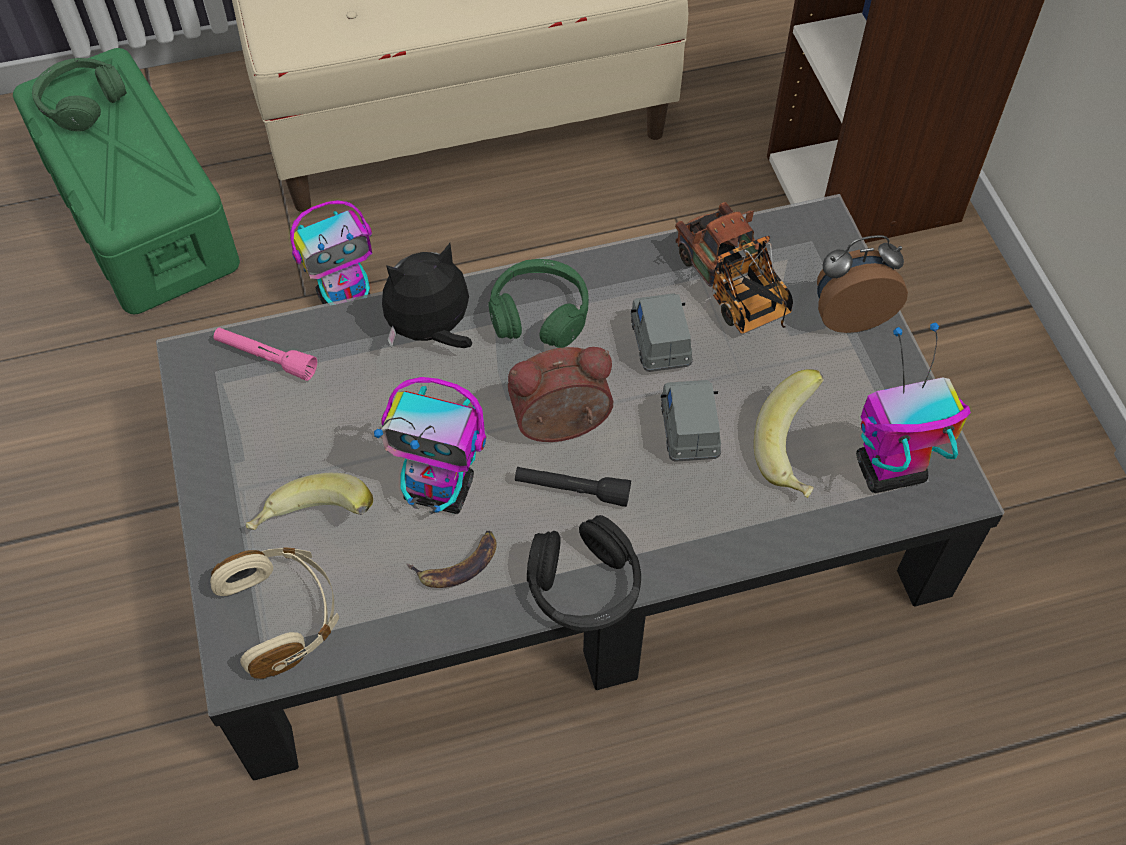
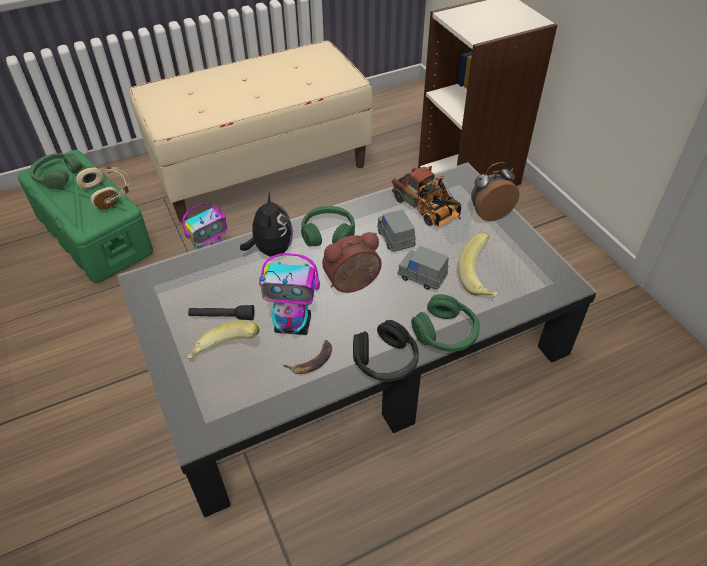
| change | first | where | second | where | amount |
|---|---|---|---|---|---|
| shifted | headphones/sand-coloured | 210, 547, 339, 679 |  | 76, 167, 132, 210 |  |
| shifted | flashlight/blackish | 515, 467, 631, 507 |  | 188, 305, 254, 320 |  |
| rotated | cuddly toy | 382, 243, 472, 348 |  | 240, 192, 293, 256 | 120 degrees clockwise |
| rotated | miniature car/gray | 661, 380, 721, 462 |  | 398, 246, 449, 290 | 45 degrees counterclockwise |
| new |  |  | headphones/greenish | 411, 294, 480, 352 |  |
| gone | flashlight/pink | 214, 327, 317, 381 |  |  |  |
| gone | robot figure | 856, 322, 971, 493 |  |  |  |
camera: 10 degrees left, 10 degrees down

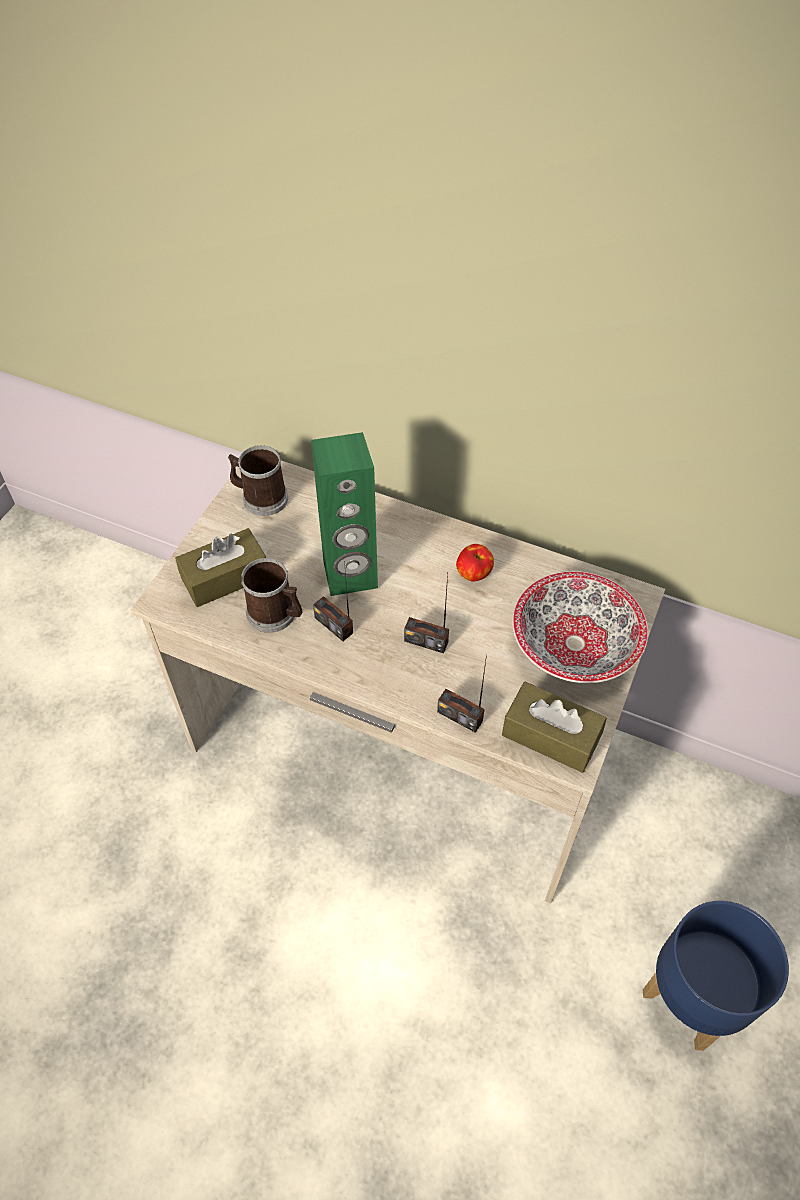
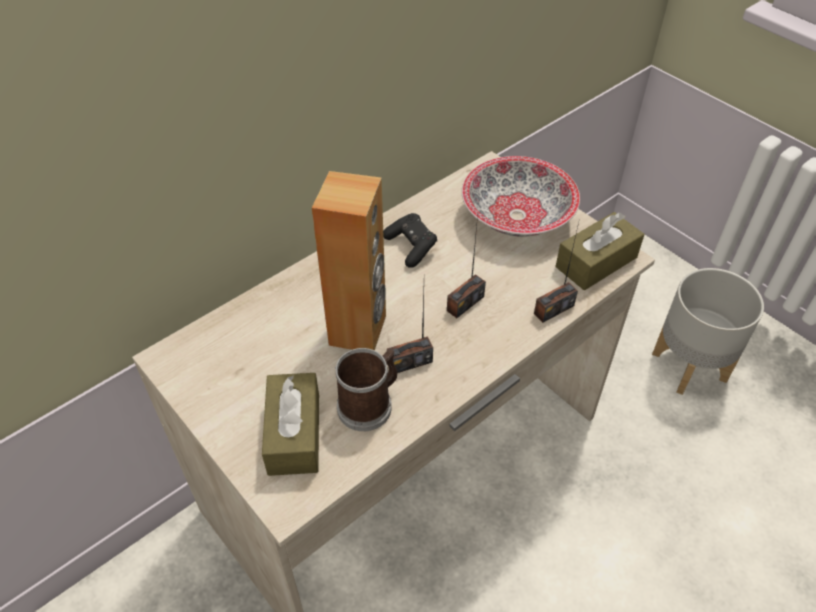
| change | first | where | second | where | amount |
|---|---|---|---|---|---|
| repainted | speaker/greenish | 311, 432, 378, 596 | speaker/brown-coloured | 312, 171, 386, 350 |  |
| swapped | whole apple | 456, 544, 494, 581 | game controller/blackish | 383, 213, 437, 268 |  |
| repainted | flower pot/blue | 643, 901, 789, 1051 | flower pot/gray | 652, 268, 764, 395 |  |
| gone | coffee mug | 228, 445, 288, 516 |  |  |  |
camera: 65 degrees left, 5 degrees down

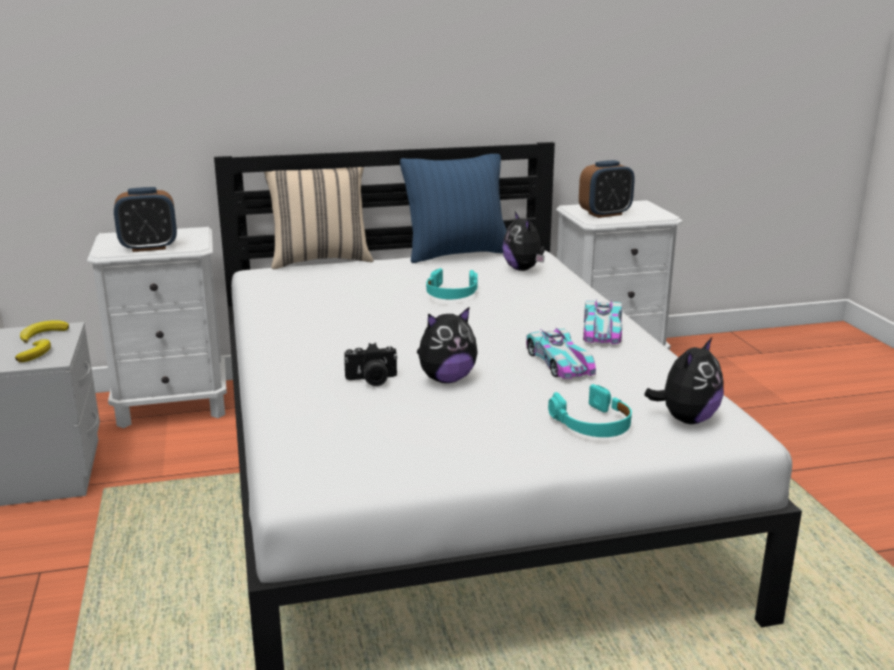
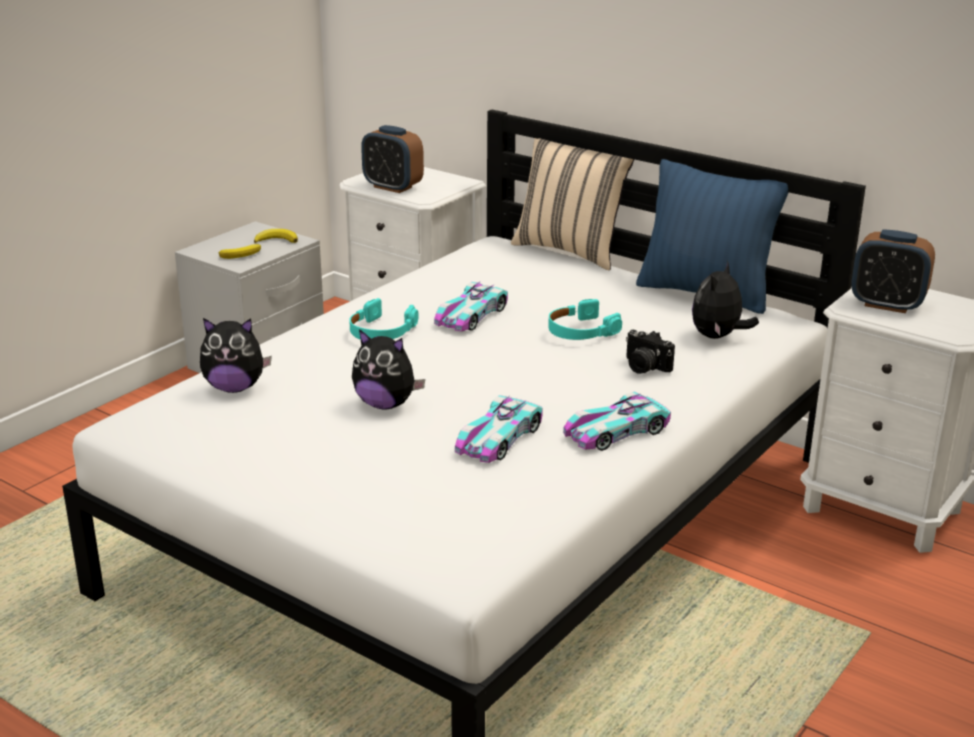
| change | first | where | second | where | amount |
|---|---|---|---|---|---|
| shifted | cuddly toy | 644, 337, 724, 424 |  | 200, 318, 272, 393 |  |
| shifted | headphones/blue-green | 548, 384, 632, 437 |  | 349, 298, 418, 340 |  |
| new |  |  | miniature car | 434, 281, 508, 331 |  |
| shifted | still camera | 344, 343, 398, 386 |  | 626, 330, 675, 374 |  |
camera: 50 degrees right, 5 degrees up

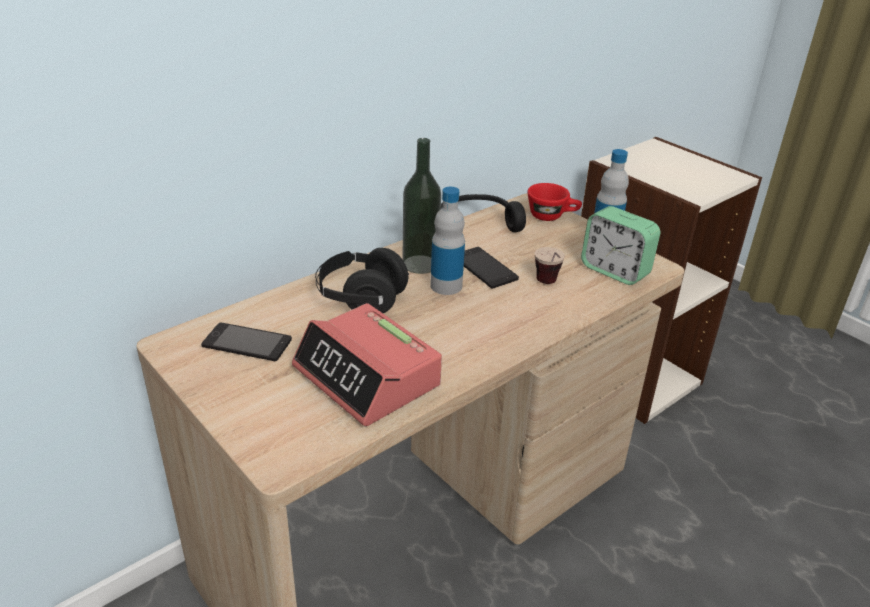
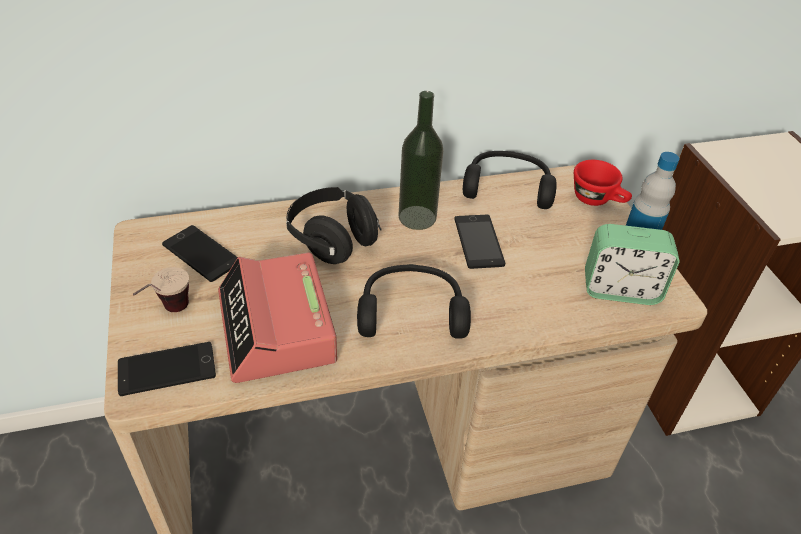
| change | first | where | second | where | amount |
|---|---|---|---|---|---|
| new |  |  | telephone | 118, 342, 216, 396 |  |
| shifted | small cup | 535, 247, 565, 284 |  | 133, 267, 189, 312 |  |
| new |  |  | headphones/blackish | 357, 264, 471, 339 |  |
| rotated | bedside clock | 581, 206, 660, 285 |  | 585, 224, 679, 305 | 60 degrees counterclockwise |
| gone | beverage bottle | 430, 187, 465, 295 |  |  |  |
camera: 25 degrees right, 10 degrees up

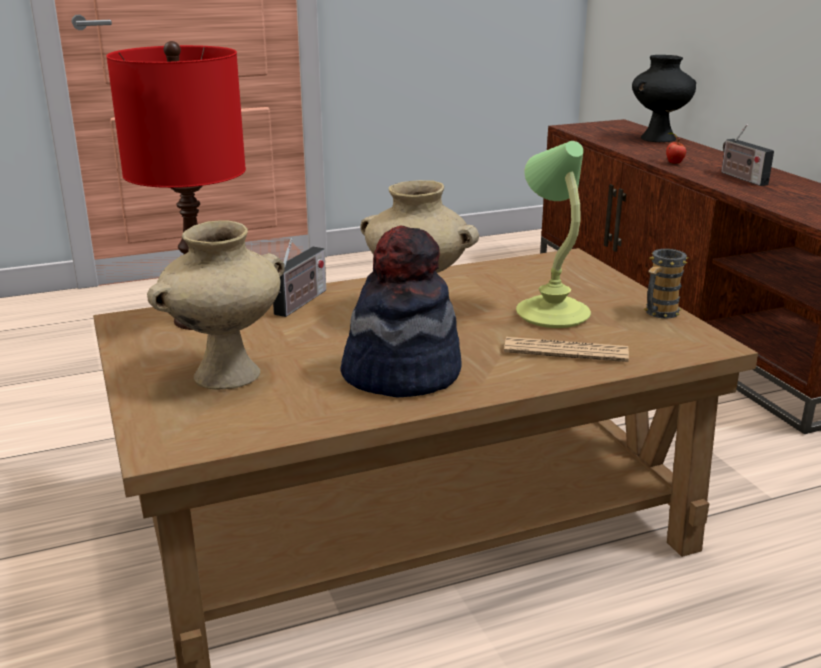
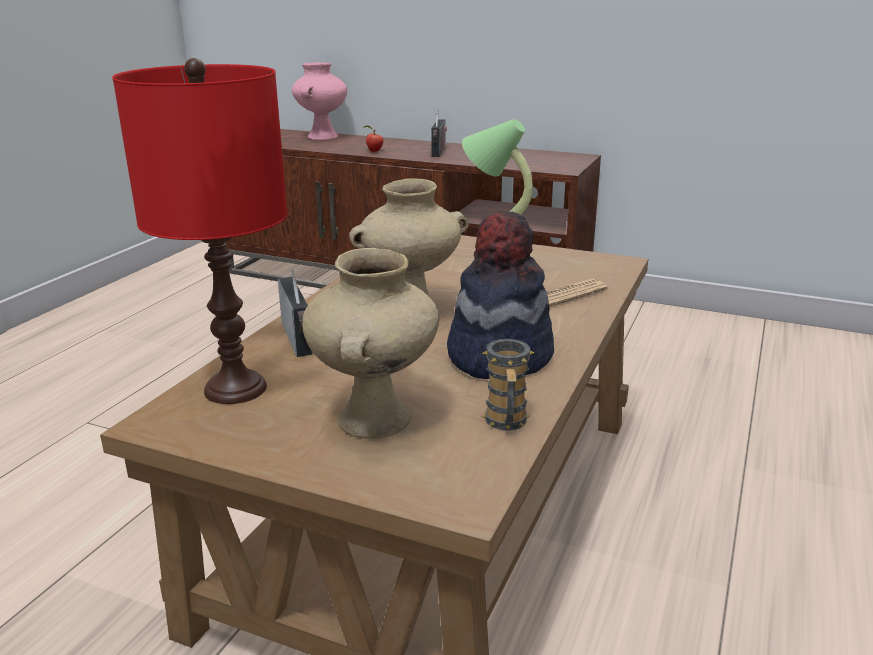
| change | first | where | second | where | amount |
|---|---|---|---|---|---|
| repainted | vase/blackish | 632, 55, 696, 142 | vase/pink | 292, 62, 347, 140 |  |
| rotated | radio set | 721, 124, 774, 186 |  | 431, 109, 447, 157 | 105 degrees counterclockwise |
| shifted | coffee mug | 643, 249, 688, 319 |  | 481, 339, 535, 431 |  |
camera: 45 degrees left, 0 degrees up

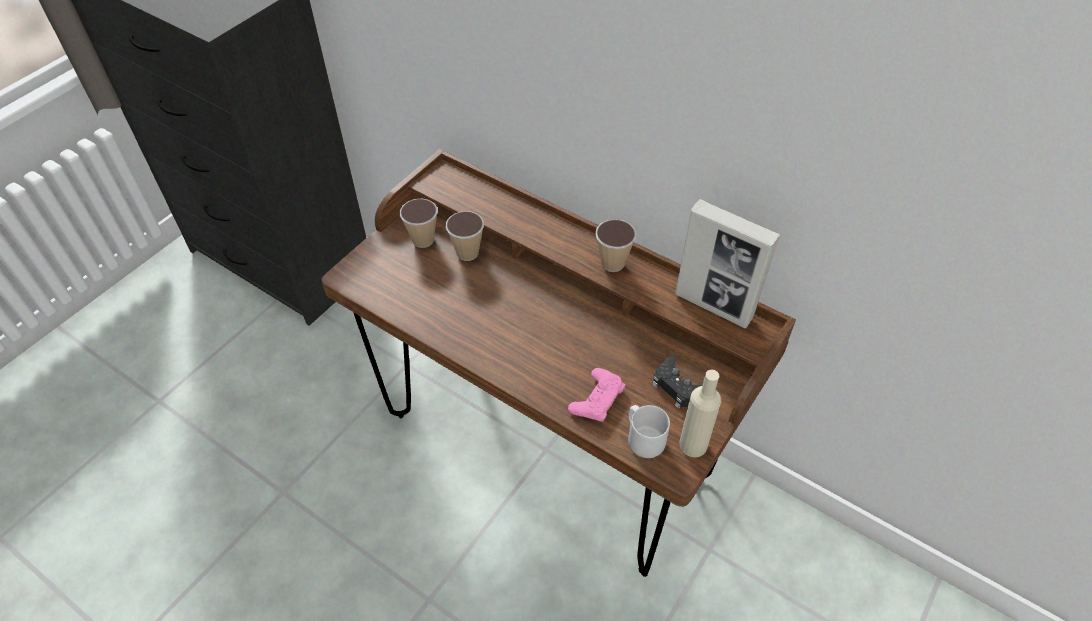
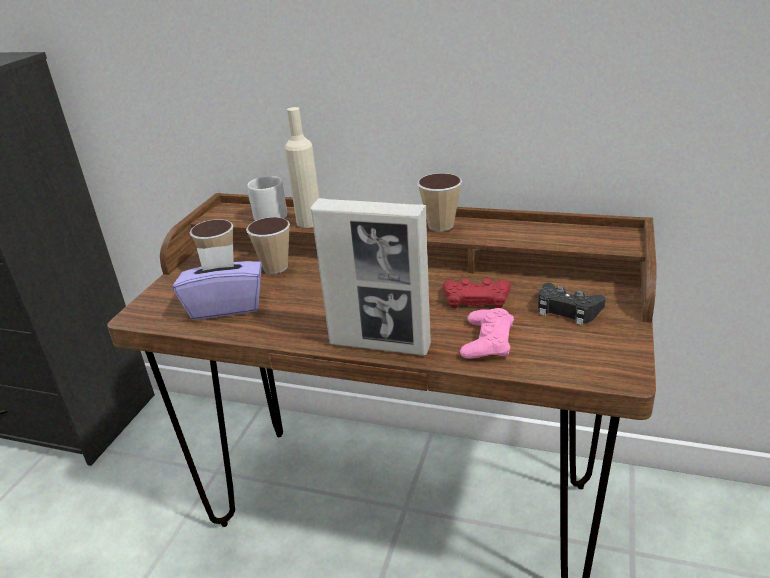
| change | first | where | second | where | amount |
|---|---|---|---|---|---|
| new |  |  | tissue holder/purple-coloured | 173, 245, 262, 320 |  |
| shifted | coffee mug/gray | 628, 405, 670, 458 |  | 247, 176, 287, 221 |  |
| shifted | beverage bottle/sand-coloured | 679, 370, 721, 457 |  | 285, 107, 319, 228 |  |
| shifted | picture frame | 675, 199, 780, 328 |  | 311, 198, 431, 356 |  |
| new |  |  | game controller/red | 443, 279, 511, 308 |  |
camera: 15 degrees left, 20 degrees down

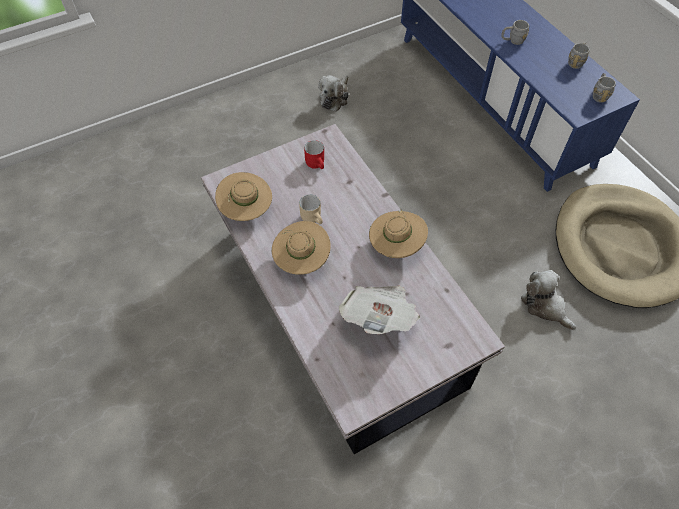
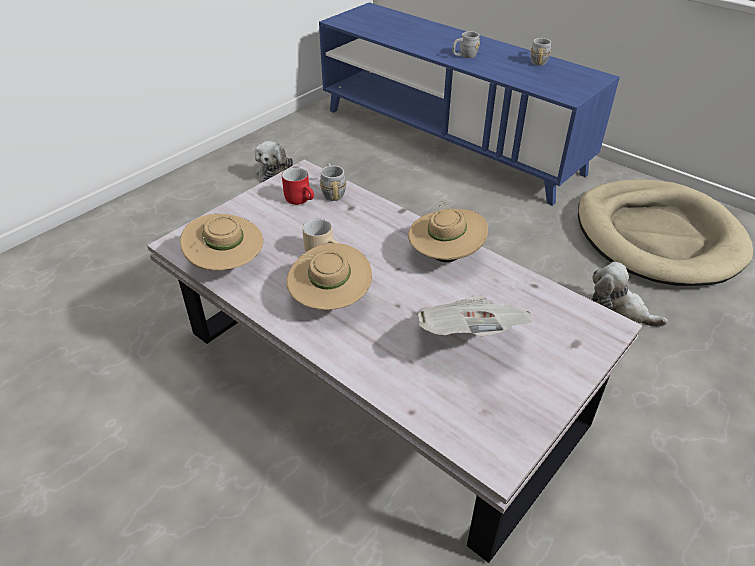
| change | first | where | second | where | amount |
|---|---|---|---|---|---|
| shifted | coffee mug/gray | 593, 73, 616, 103 |  | 320, 163, 346, 201 |  |
camera: 20 degrees left, 15 degrees down

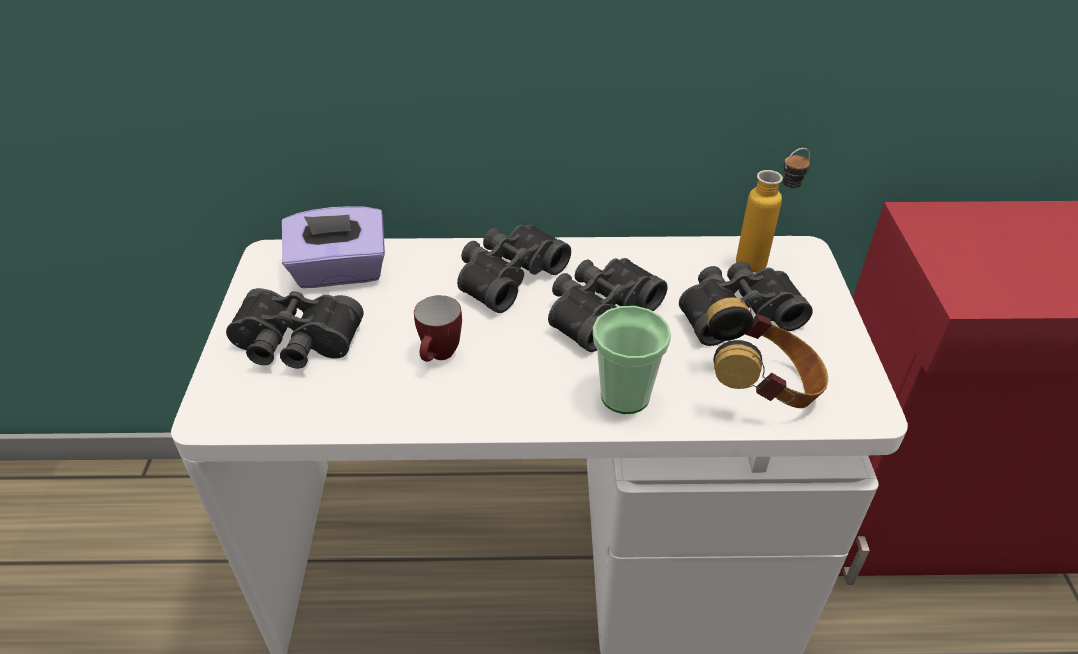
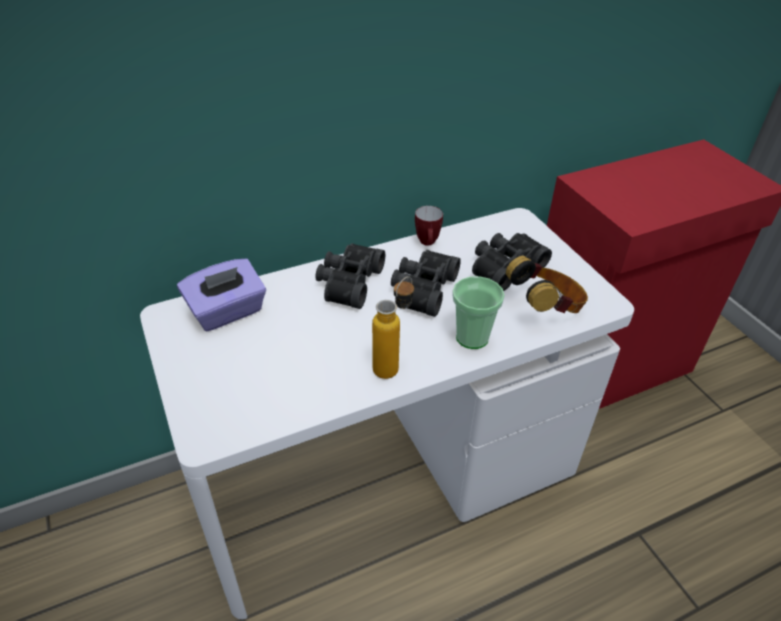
| change | first | where | second | where | amount |
|---|---|---|---|---|---|
| shifted | beverage bottle | 736, 148, 810, 272 |  | 372, 276, 414, 379 |  |
| shifted | coffee mug | 414, 295, 462, 362 |  | 415, 206, 443, 246 |  |
| gone | pair of binoculars/blackish | 226, 288, 364, 369 |  |  |  |
camera: 25 degrees left, 0 degrees up

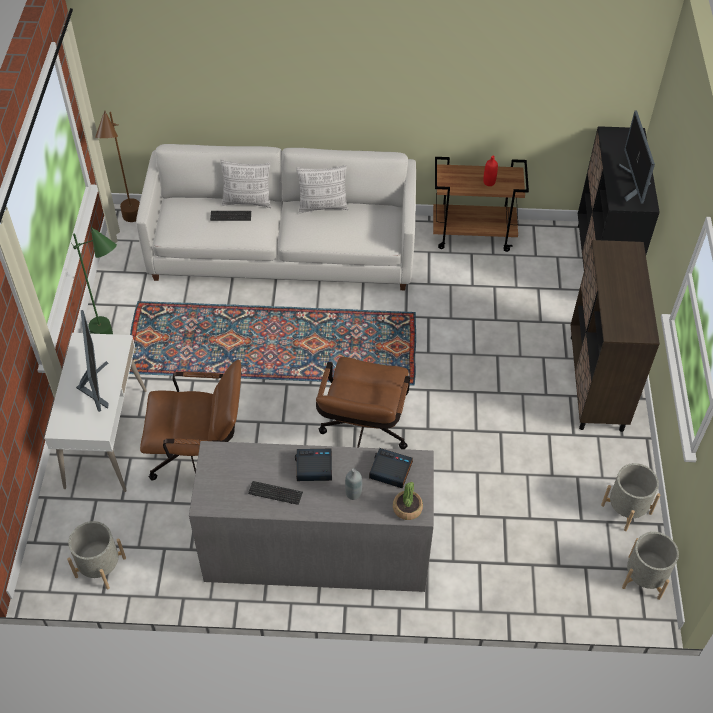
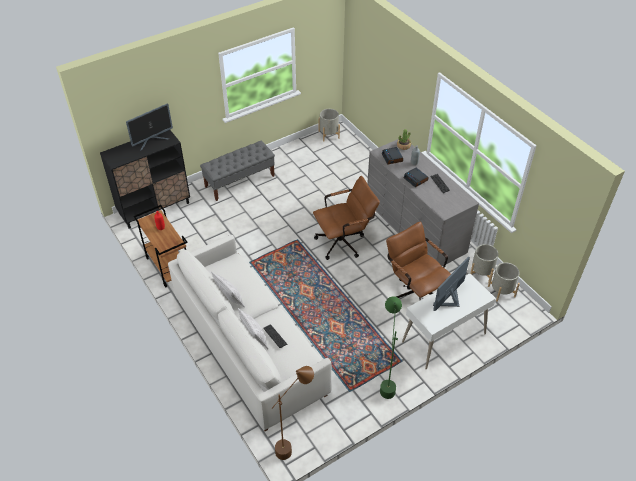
| change | first | where | second | where | amount |
|---|---|---|---|---|---|
| swapped | cabinet/brown-coloured | 570, 240, 660, 432 | bench/gray | 200, 141, 275, 201 |  |
| shifted | flower pot/gray | 601, 463, 660, 531 |  | 470, 244, 498, 283 |  |
camera: 125 degrees left, 5 degrees down

